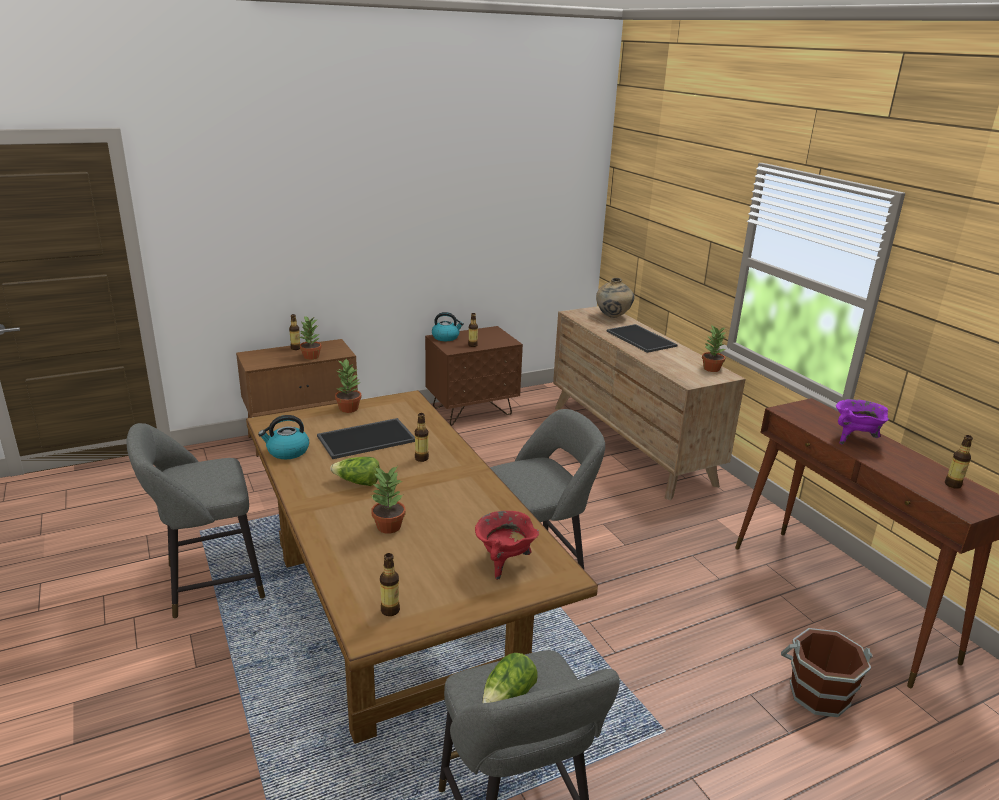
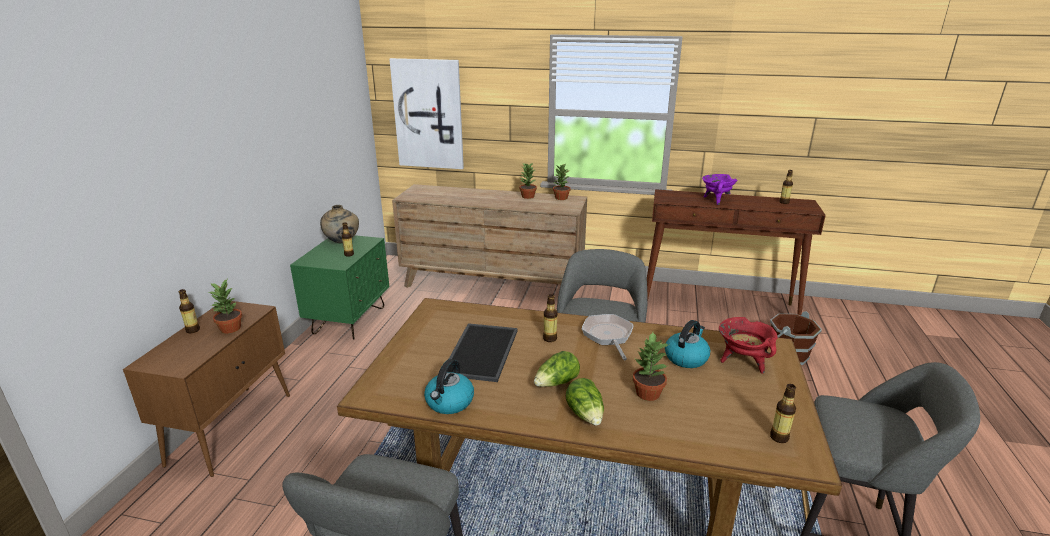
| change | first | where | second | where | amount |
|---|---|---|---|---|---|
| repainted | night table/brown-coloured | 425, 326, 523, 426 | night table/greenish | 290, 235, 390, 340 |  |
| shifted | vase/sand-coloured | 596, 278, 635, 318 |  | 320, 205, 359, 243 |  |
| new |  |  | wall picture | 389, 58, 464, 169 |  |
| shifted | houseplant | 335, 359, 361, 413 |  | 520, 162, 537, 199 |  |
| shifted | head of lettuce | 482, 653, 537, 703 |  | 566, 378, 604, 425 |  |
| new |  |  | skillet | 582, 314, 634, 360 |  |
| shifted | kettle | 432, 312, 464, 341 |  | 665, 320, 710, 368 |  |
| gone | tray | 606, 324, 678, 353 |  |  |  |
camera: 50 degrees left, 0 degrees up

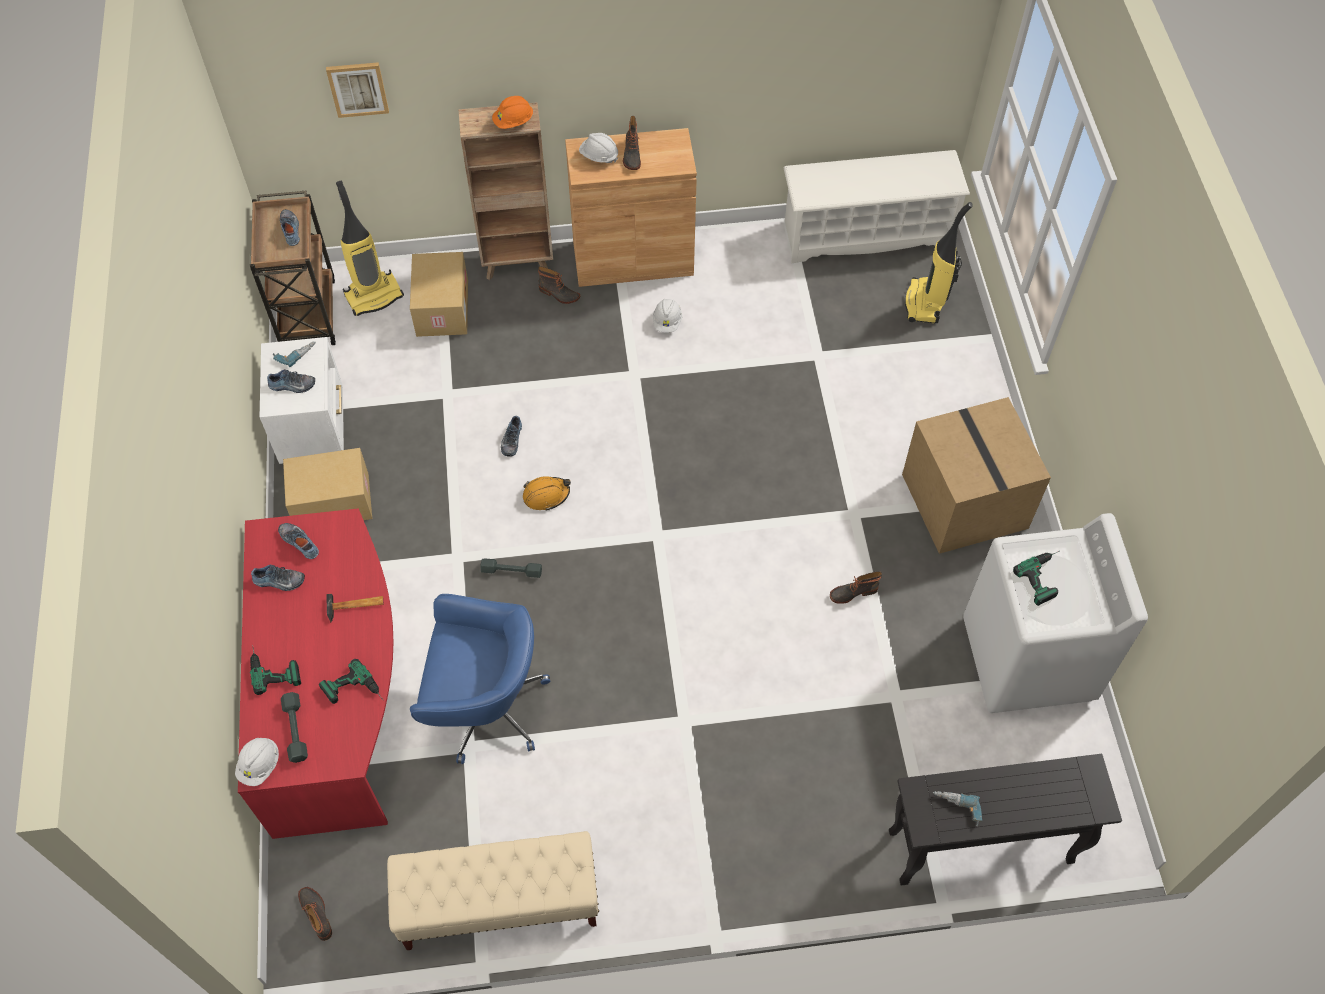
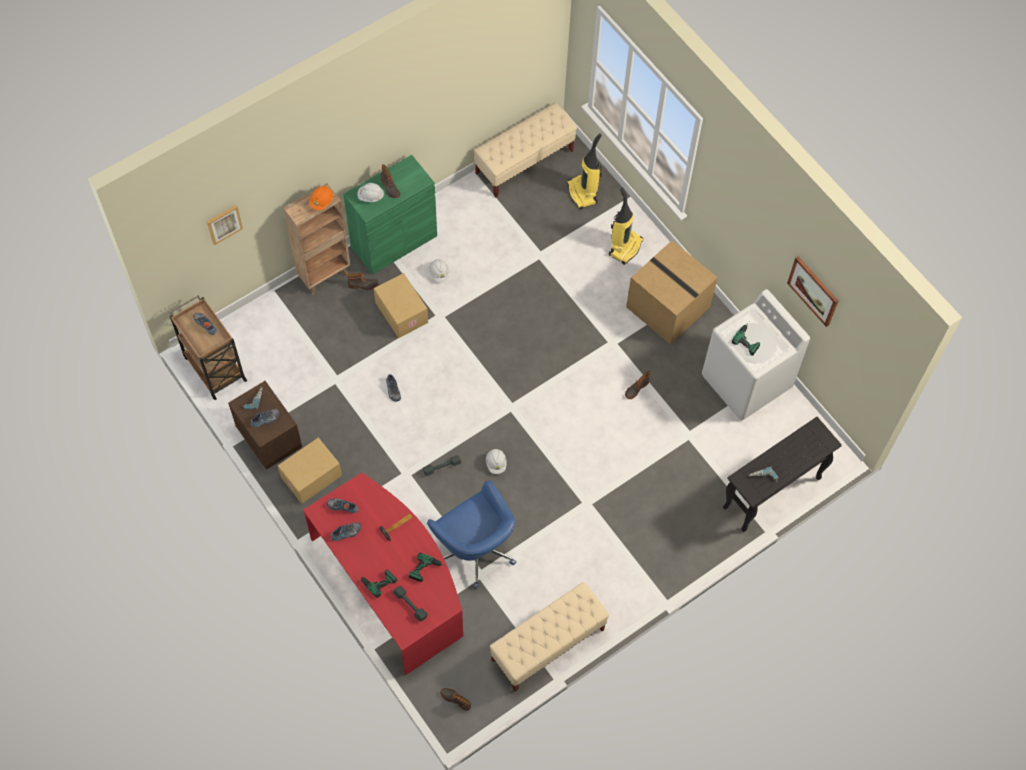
| change | first | where | second | where | amount |
|---|---|---|---|---|---|
| repainted | night table/white | 260, 337, 344, 464 | night table/brown-coloured | 228, 381, 302, 470 |  |
| repainted | cabinet/brown-coloured | 565, 128, 697, 287 | cabinet/greenish | 343, 155, 437, 275 |  |
| shifted | cardboard box | 410, 252, 468, 337 |  | 374, 273, 428, 338 |  |
| rotated | computer chair/blue | 410, 594, 550, 764 |  | 427, 481, 516, 589 | 75 degrees clockwise |
| swapped | shoe rack/white | 783, 150, 970, 263 | bench/sand-coloured | 474, 103, 577, 197 |  |
| shifted | work helmet/white | 235, 738, 279, 786 |  | 486, 449, 506, 474 |  |
| shifted | hoover | 336, 181, 404, 316 |  | 609, 187, 643, 265 |  |
| new |  |  | wall picture | 787, 256, 839, 327 |  |
| gone | work helmet/orange-coloured | 523, 476, 571, 511 |  |  |  |
camera: 30 degrees left, 5 degrees up

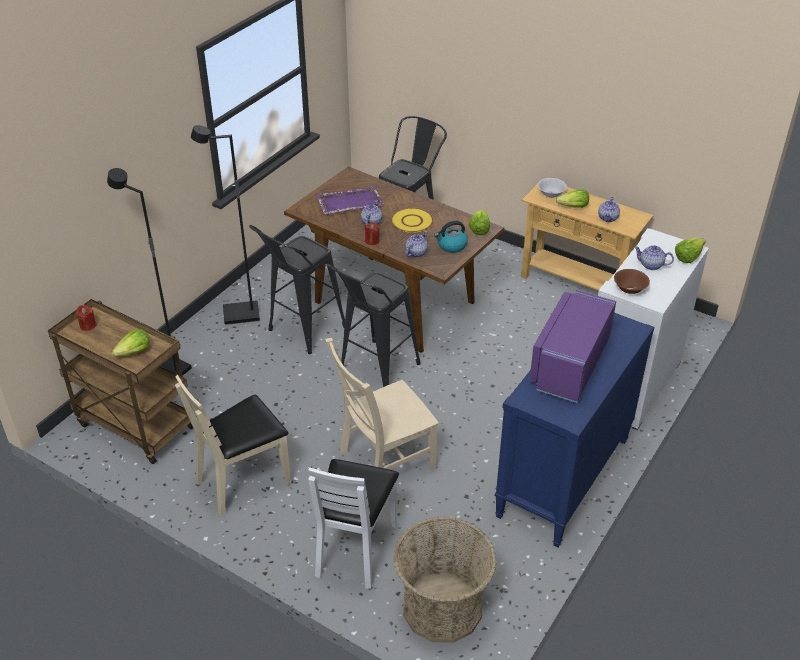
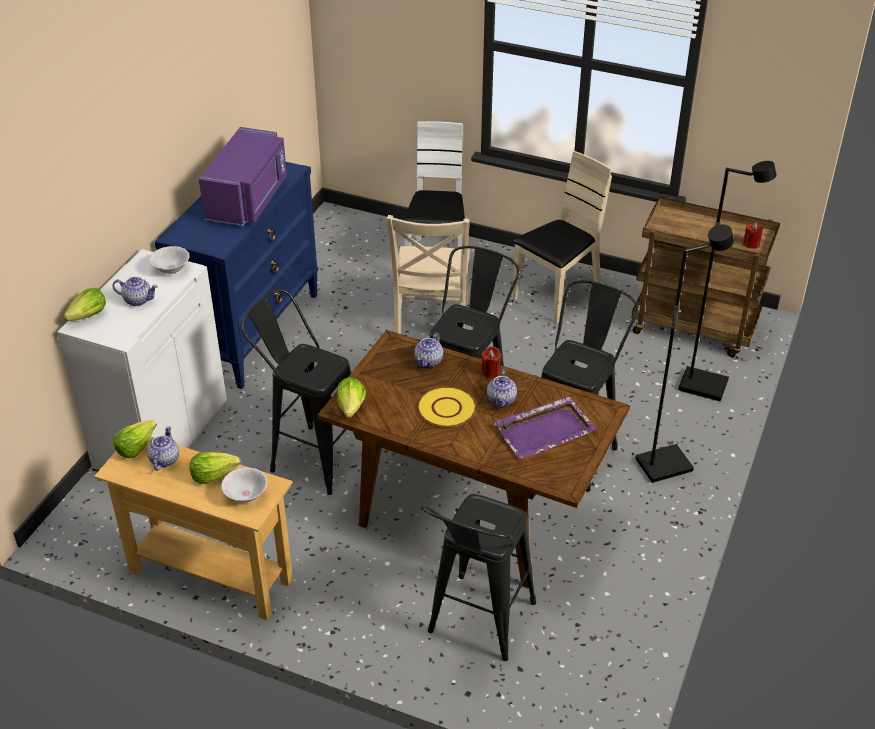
| change | first | where | second | where | amount |
|---|---|---|---|---|---|
| shifted | head of lettuce | 112, 329, 150, 356 |  | 113, 420, 157, 458 |  |
| repainted | bowl/brown-coloured | 614, 269, 650, 294 | bowl/white | 149, 246, 190, 274 |  |
| new |  |  | stool seat/blackish | 241, 289, 351, 495 |  |
| rotated | upright chair/sand-coloured | 325, 338, 439, 470 |  | 386, 215, 470, 334 | 135 degrees clockwise |
| gone | basket | 393, 517, 497, 643 |  |  |  |
| gone | kettle | 434, 221, 468, 253 |  |  |  |
camera: 170 degrees right, 0 degrees up

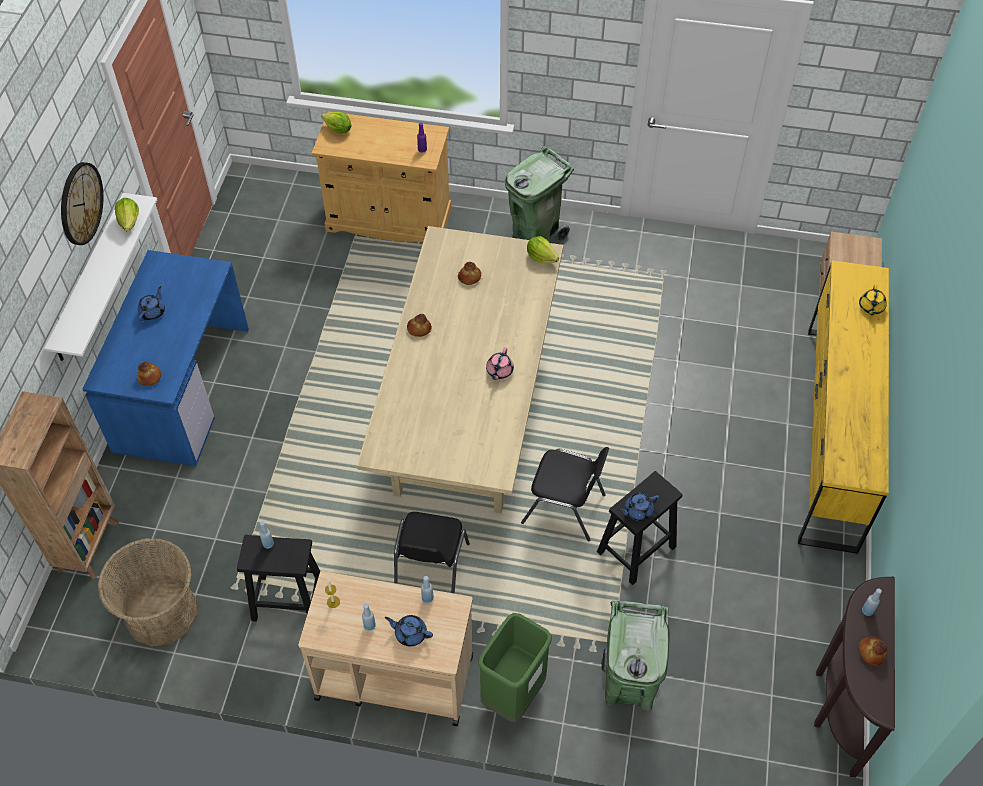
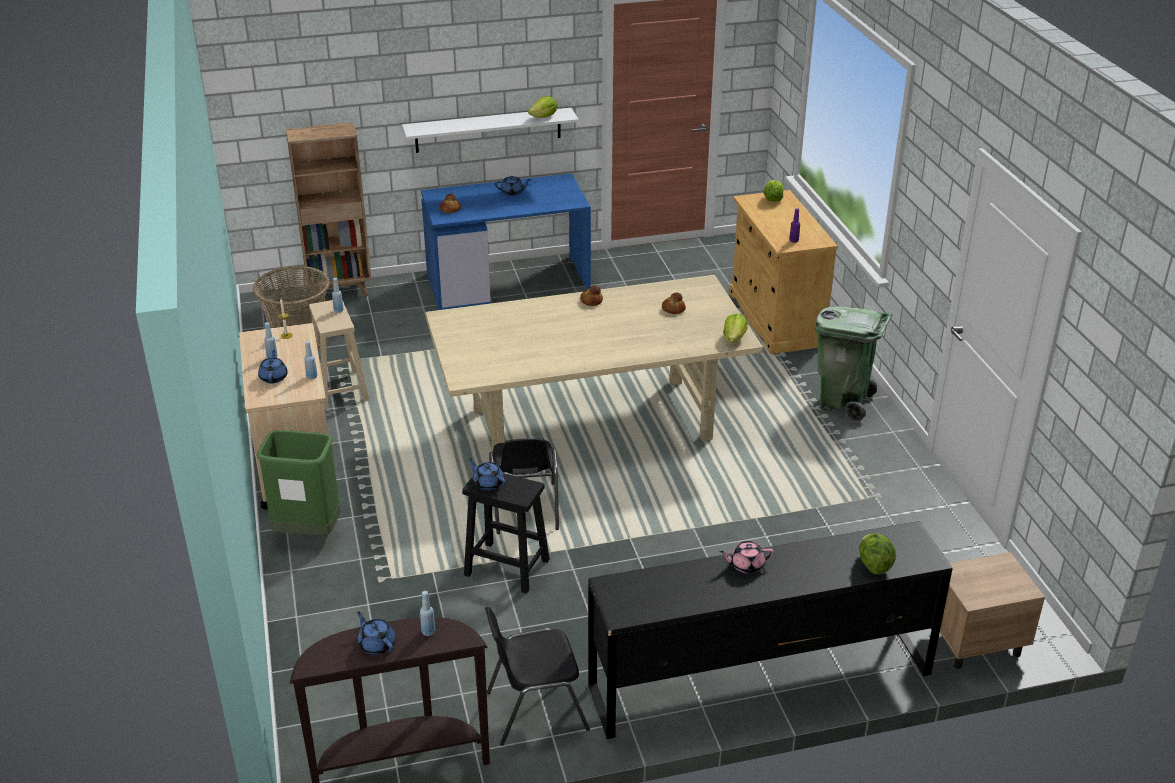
| change | first | where | second | where | amount |
|---|---|---|---|---|---|
| repainted | stool seat/blackish | 237, 535, 320, 622 | stool seat/sand-coloured | 309, 300, 369, 410 |  |
| swapped | baked bread | 859, 637, 887, 665 | pot for tea/blue | 357, 611, 396, 655 |  |
| shifted | upright chair/blackish | 394, 512, 470, 594 |  | 485, 607, 590, 746 |  |
| repainted | chest of drawers/yellowish | 798, 260, 889, 554 | chest of drawers/blackish | 588, 521, 953, 739 |  |
| shifted | pot for tea/pink | 486, 347, 514, 380 |  | 720, 541, 774, 574 |  |
| swapped | pot for tea/yellowish | 859, 284, 887, 315 | head of lettuce | 859, 533, 896, 574 |  |
| gone | wall clock | 61, 162, 103, 245 |  |  |  |
| gone | rubbish bin/greenish | 601, 601, 670, 711 |  |  |  |
camera: 65 degrees right, 20 degrees down

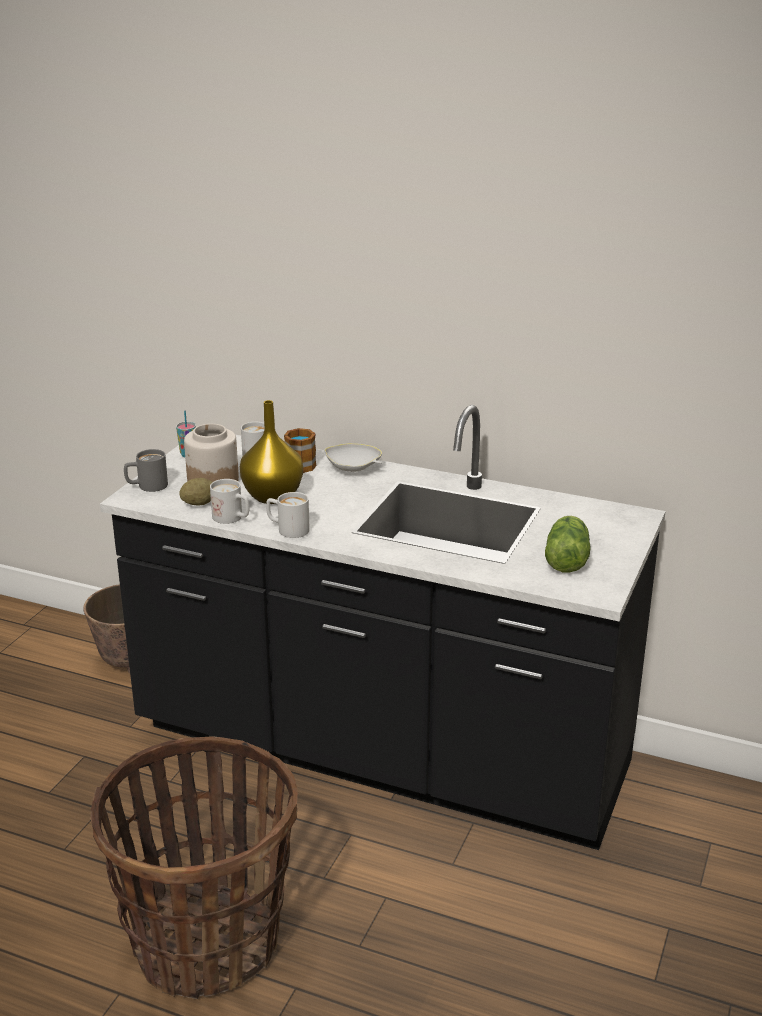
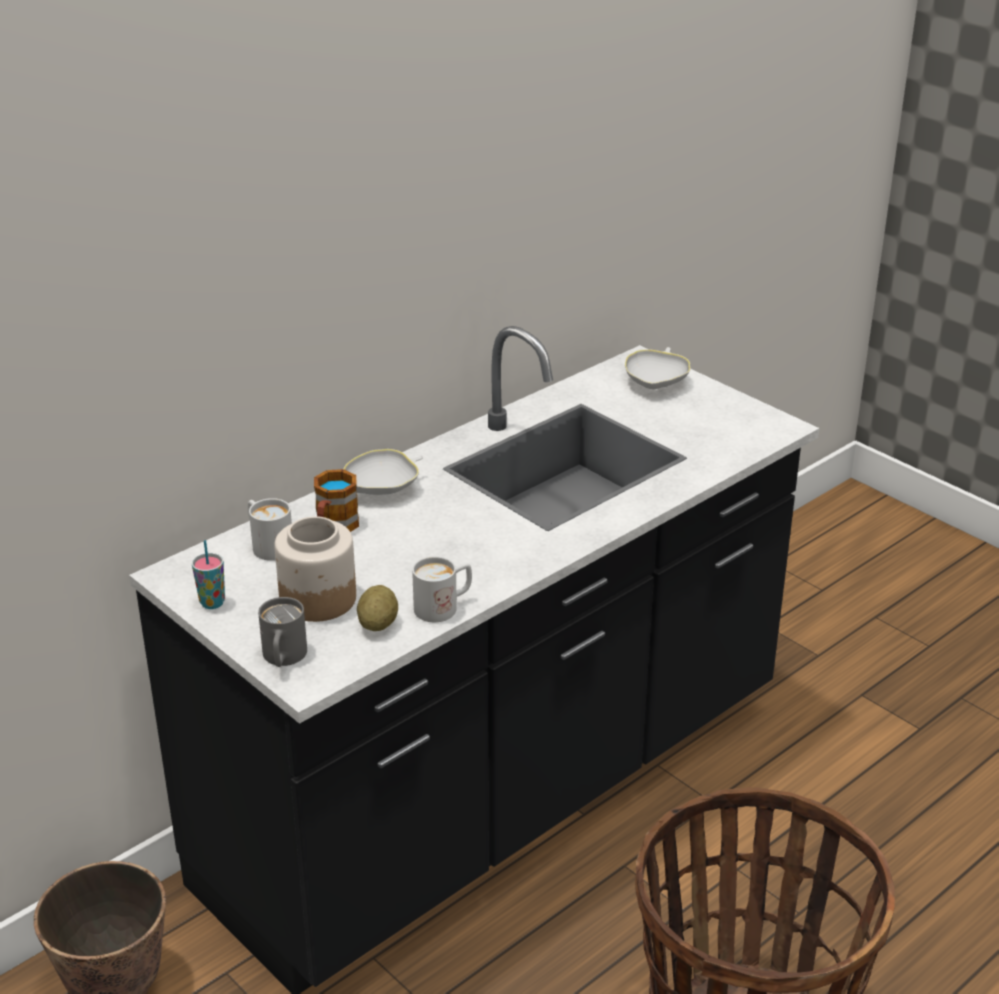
| change | first | where | second | where | amount |
|---|---|---|---|---|---|
| new |  |  | bowl/white | 625, 347, 690, 389 |  |
| gone | vase/yellowish | 240, 400, 303, 504 |  |  |  |
| gone | coffee mug/white | 266, 492, 309, 538 |  |  |  |
| gone | head of lettuce | 545, 516, 591, 573 |  |  |  |
camera: 65 degrees left, 5 degrees up

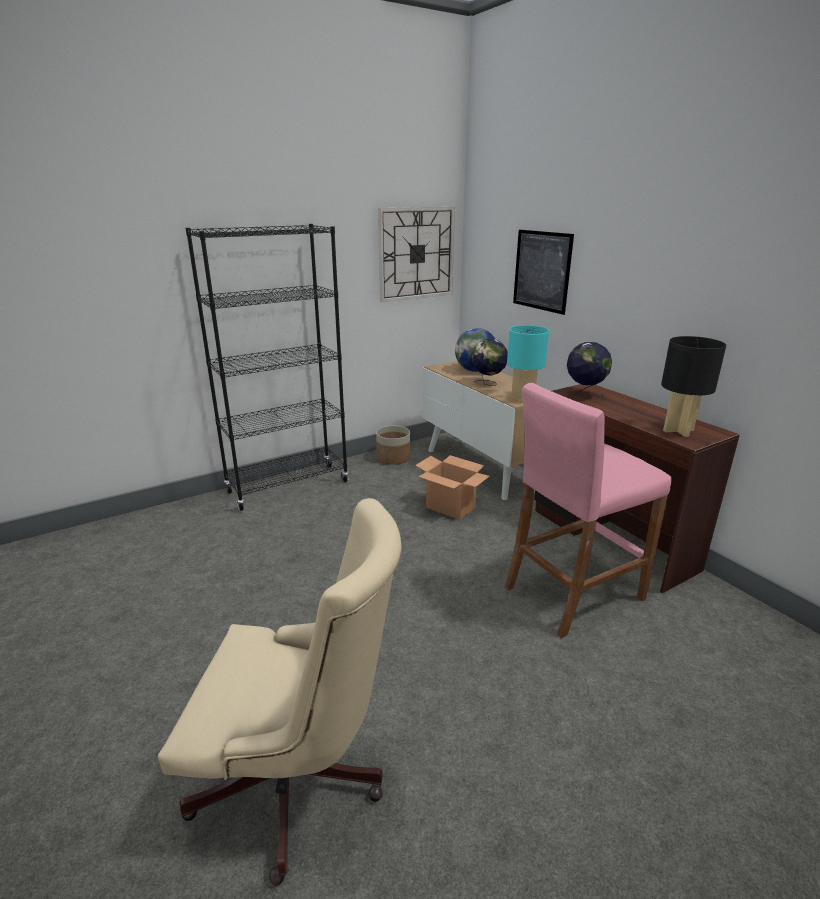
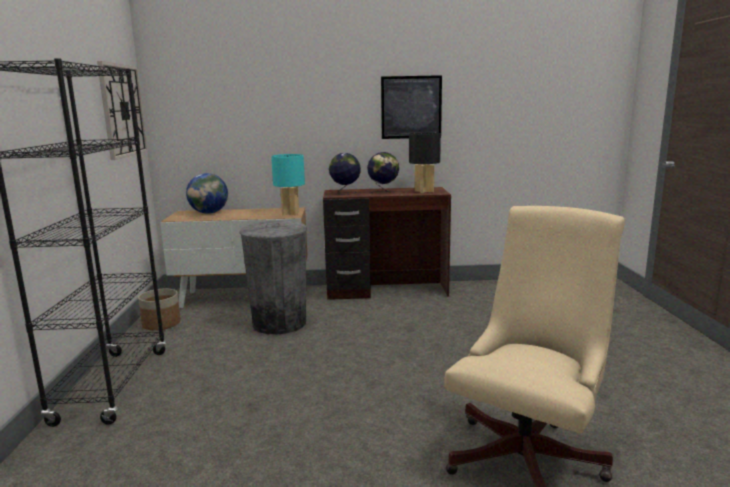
| change | first | where | second | where | amount |
|---|---|---|---|---|---|
| swapped | cardboard box | 415, 455, 490, 520 | rubbish bin/gray | 240, 221, 307, 335 |  |
| shifted | globe | 472, 339, 508, 386 |  | 367, 152, 399, 194 |  |
| shifted | wall picture | 513, 230, 574, 315 |  | 381, 75, 442, 139 |  |
| gone | stool seat/pink | 505, 383, 671, 638 |  |  |  |
camera: 60 degrees left, 10 degrees down

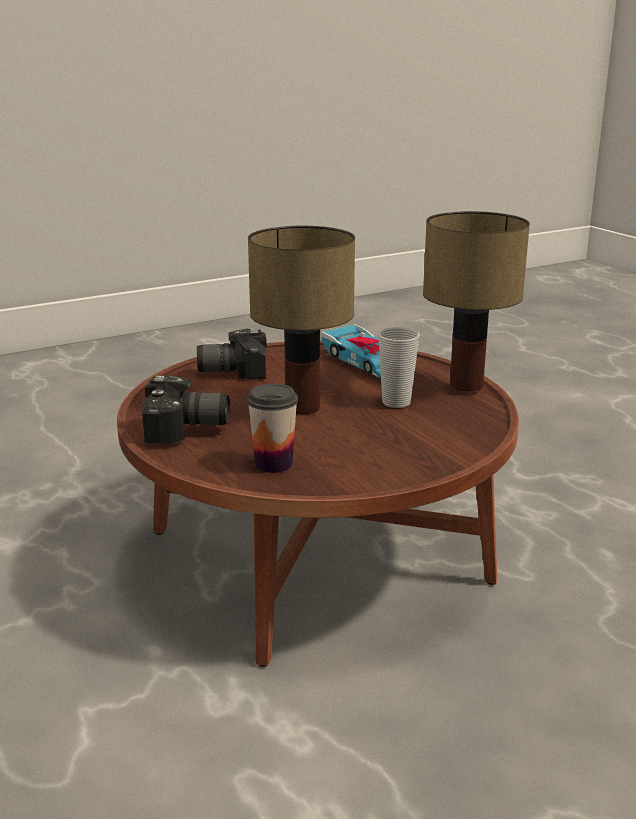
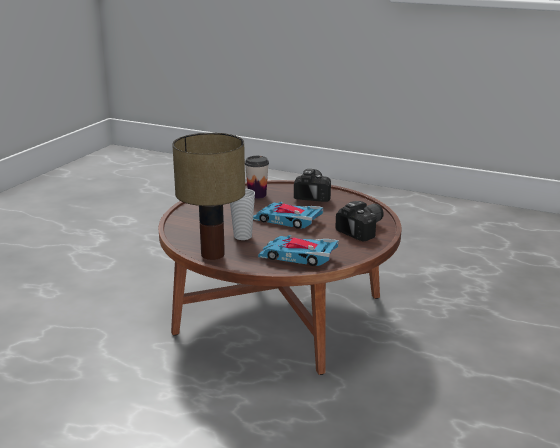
| change | first | where | second | where | amount |
|---|---|---|---|---|---|
| swapped | lamp for a table | 248, 226, 355, 414 | miniature car | 253, 202, 323, 229 |  |
| rotated | still camera | 142, 375, 230, 444 |  | 294, 169, 331, 202 | 135 degrees clockwise |
camera: 145 degrees right, 0 degrees up

